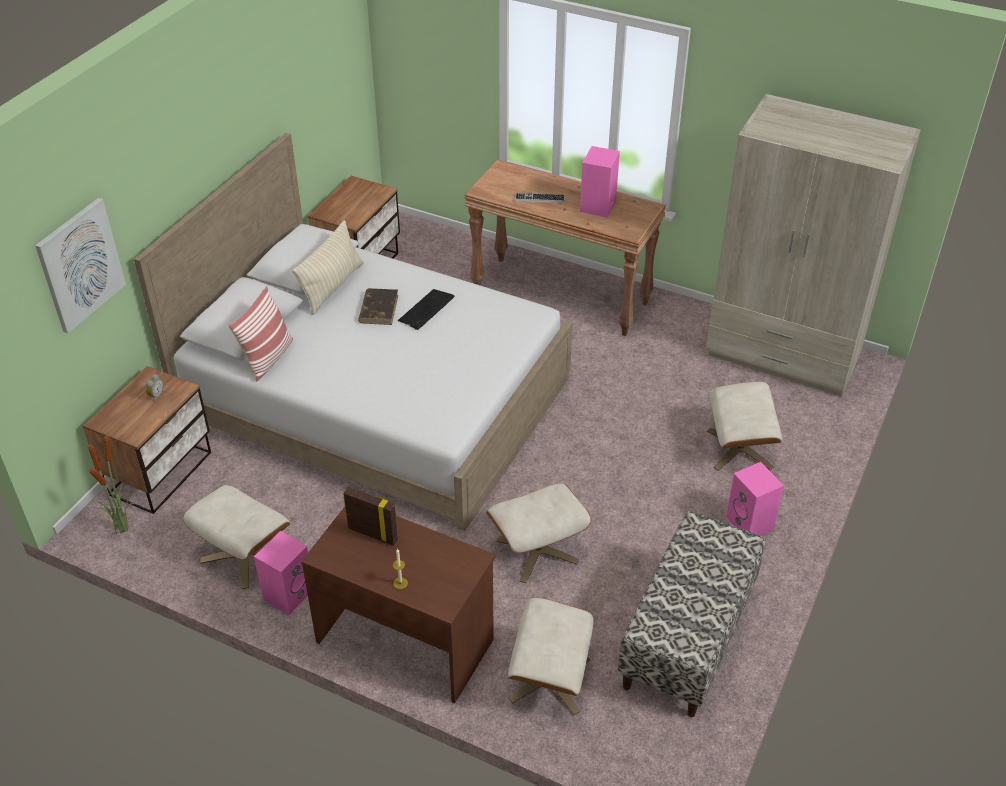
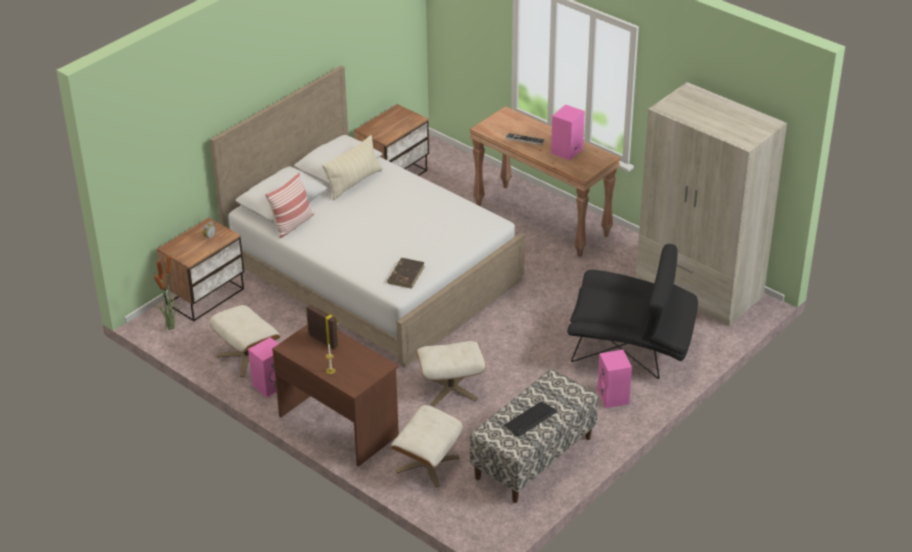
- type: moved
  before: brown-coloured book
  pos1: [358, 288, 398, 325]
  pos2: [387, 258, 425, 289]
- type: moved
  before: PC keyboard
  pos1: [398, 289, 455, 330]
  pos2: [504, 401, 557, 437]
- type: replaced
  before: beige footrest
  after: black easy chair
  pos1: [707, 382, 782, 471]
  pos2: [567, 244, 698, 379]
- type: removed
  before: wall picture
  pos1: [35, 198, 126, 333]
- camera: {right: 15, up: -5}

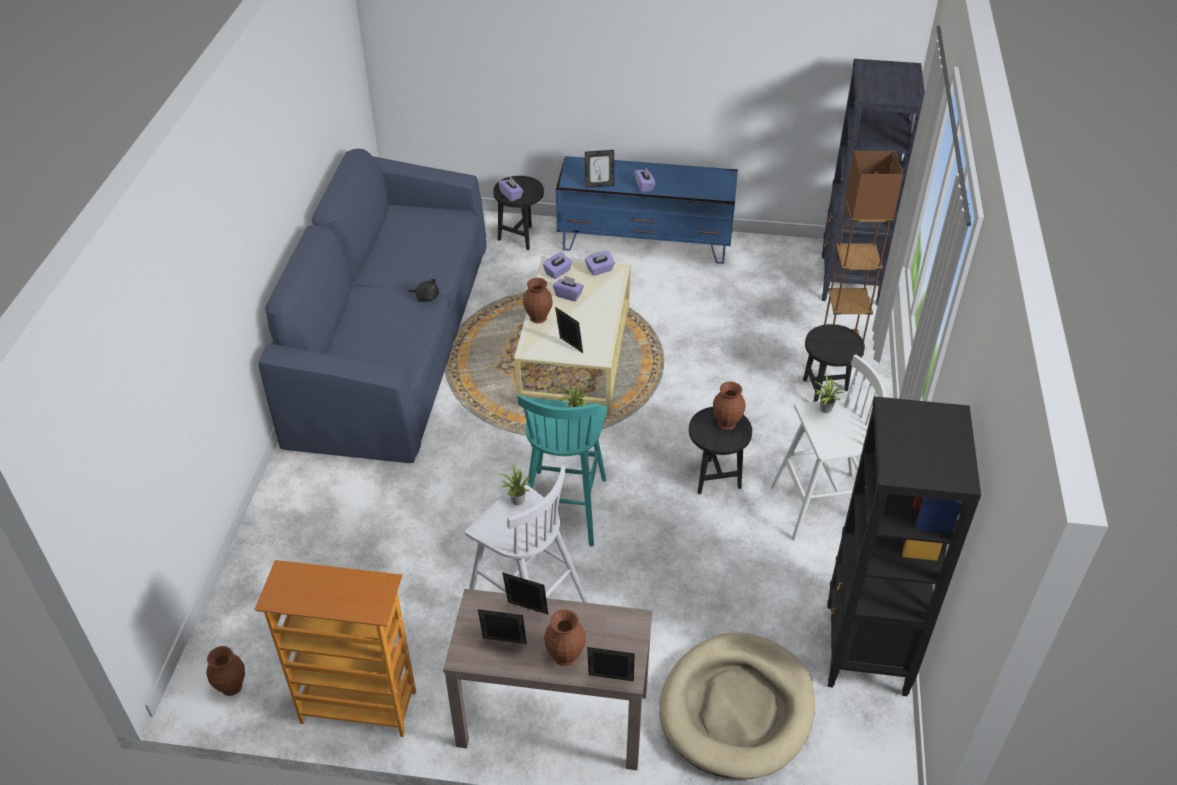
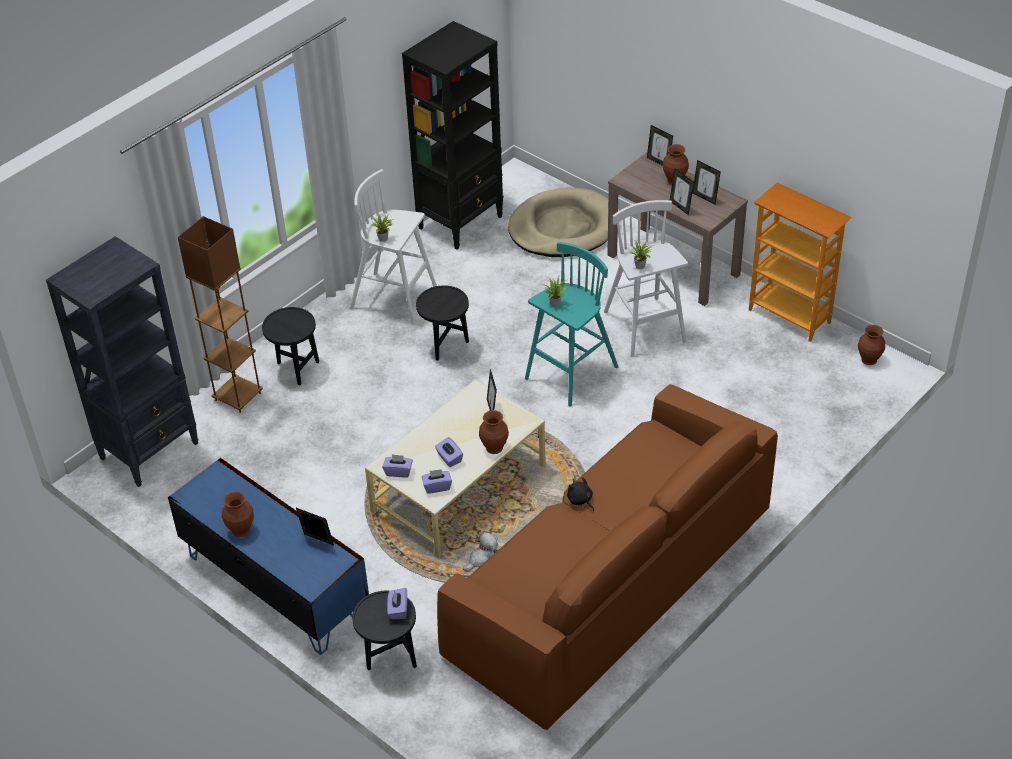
- type: moved
  before: brown-coloured flower vase
  pos1: [713, 381, 746, 430]
  pos2: [222, 491, 254, 537]
- type: recoloured
  before: blue-coloured couch
  after: brown-coloured couch
  pos1: [259, 149, 487, 463]
  pos2: [437, 384, 778, 730]
- type: added
  after: cuddly toy
  pos2: [463, 531, 498, 572]
- type: removed
  before: purplish tissue box
  pos1: [634, 168, 655, 192]
- camera: {right: -145, up: 0}

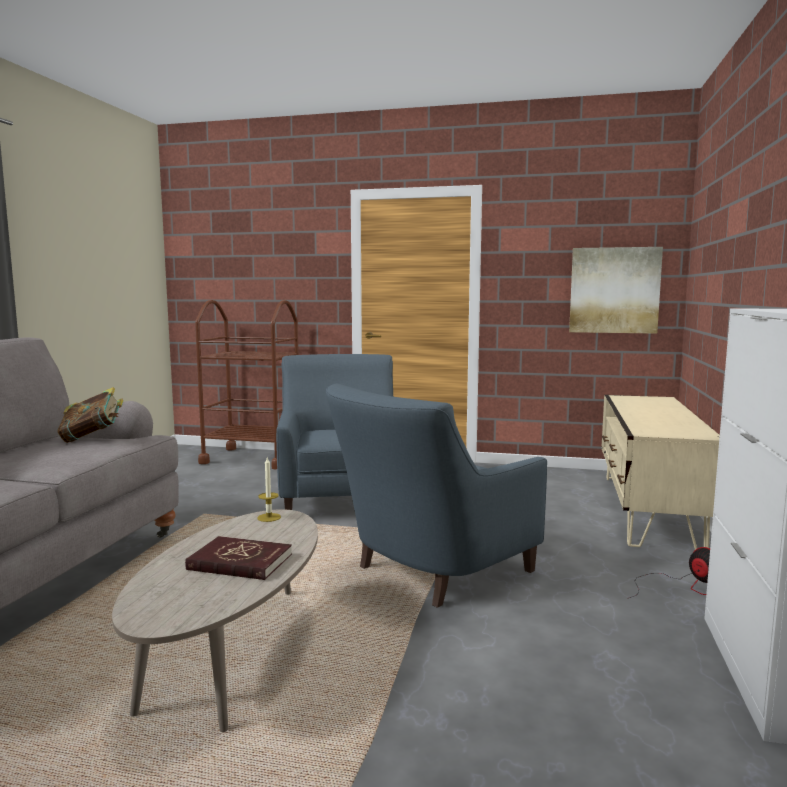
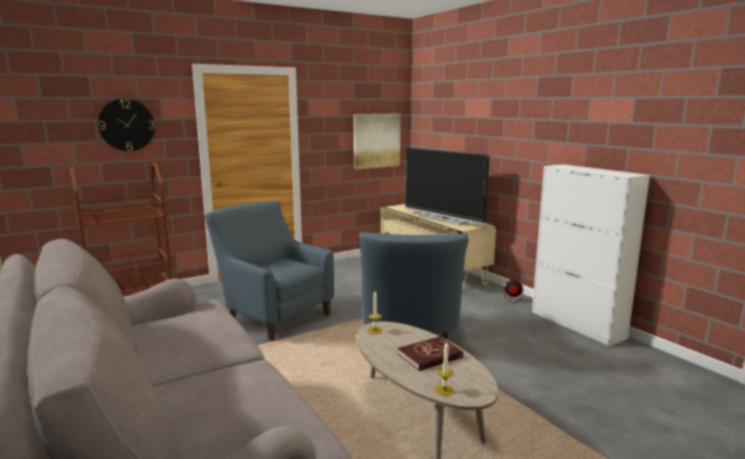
- type: added
  after: wall clock
  pos2: [98, 99, 155, 151]
- type: added
  after: TV set
  pos2: [405, 148, 490, 225]
- type: added
  after: wax light
  pos2: [435, 341, 455, 396]
- type: removed
  before: book
  pos1: [57, 387, 124, 443]
- camera: {right: -45, up: 5}

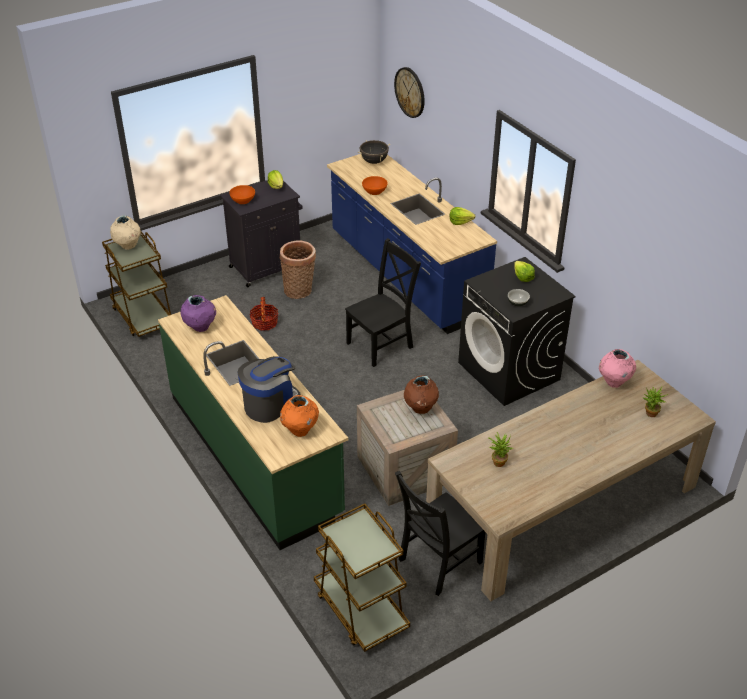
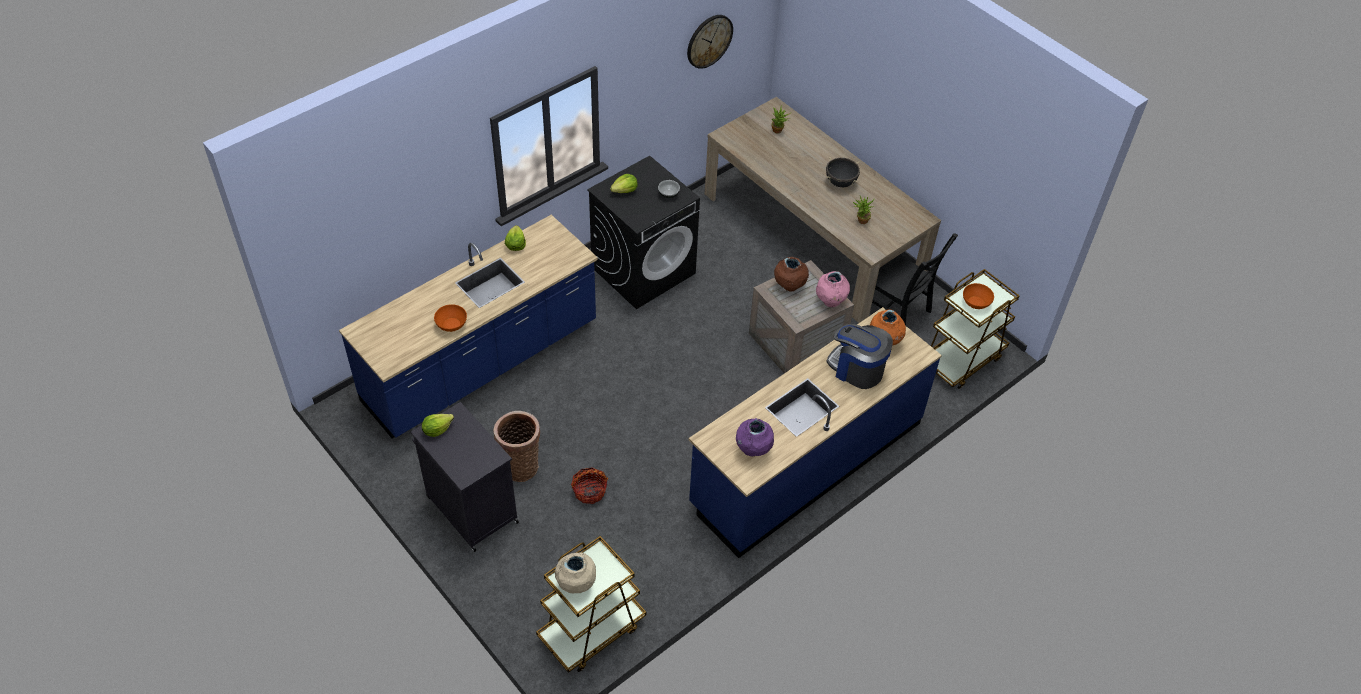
- type: moved
  before: wall clock
  pos1: [394, 67, 425, 118]
  pos2: [687, 15, 733, 69]
- type: recoloured
  before: greenish kitchen counter
  after: blue-coloured kitchen counter
  pos1: [158, 295, 348, 550]
  pos2: [689, 307, 942, 558]
- type: moved
  before: pink-coloured flower vase
  pos1: [599, 349, 636, 388]
  pos2: [816, 271, 850, 307]
- type: moved
  before: black cooking pot
  pos1: [358, 140, 390, 164]
  pos2: [826, 158, 860, 187]
- type: moved
  before: orangey bowl
  pos1: [229, 185, 255, 204]
  pos2: [963, 283, 994, 309]
- type: removed
  before: black plain chair
  pos1: [345, 238, 421, 367]
- camera: {right: -100, up: 10}

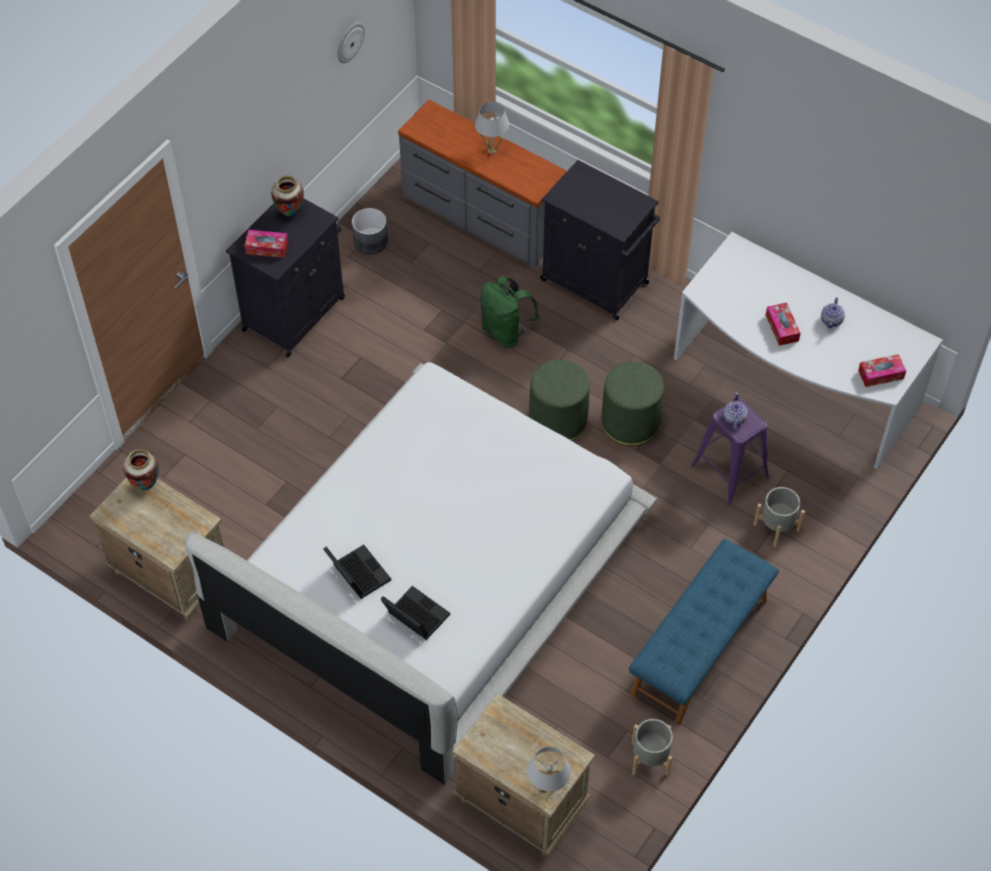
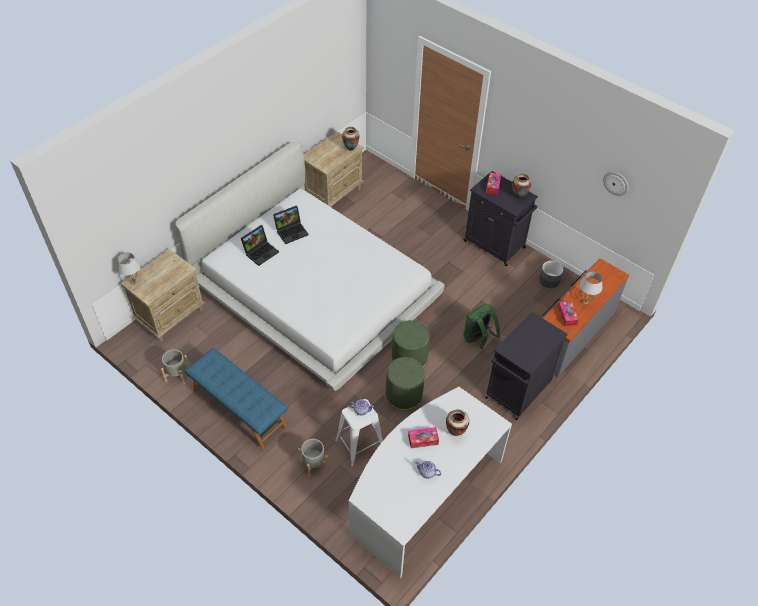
- type: recoloured
  before: purplish stool seat
  after: whitish stool seat
  pos1: [691, 398, 769, 505]
  pos2: [335, 399, 383, 466]
- type: added
  after: flower vase
  pos2: [446, 409, 469, 436]
- type: moved
  before: tissue box
  pos1: [858, 354, 906, 387]
  pos2: [558, 301, 579, 326]
- camera: {right: 95, up: -5}

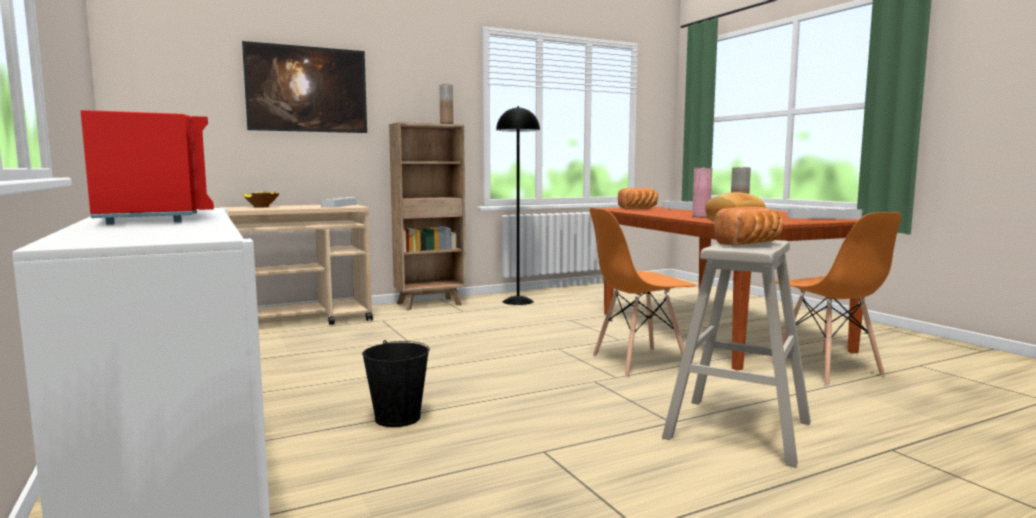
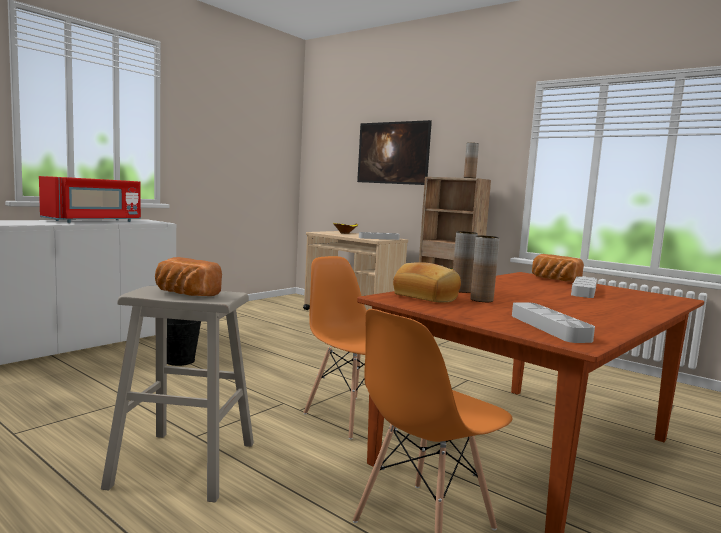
- type: recoloured
  before: pink-coloured flower vase
  after: brown-coloured flower vase
  pos1: [692, 168, 712, 217]
  pos2: [453, 231, 478, 293]
- type: removed
  before: black standard lamp
  pos1: [496, 106, 540, 305]
- camera: {right: 65, up: 0}

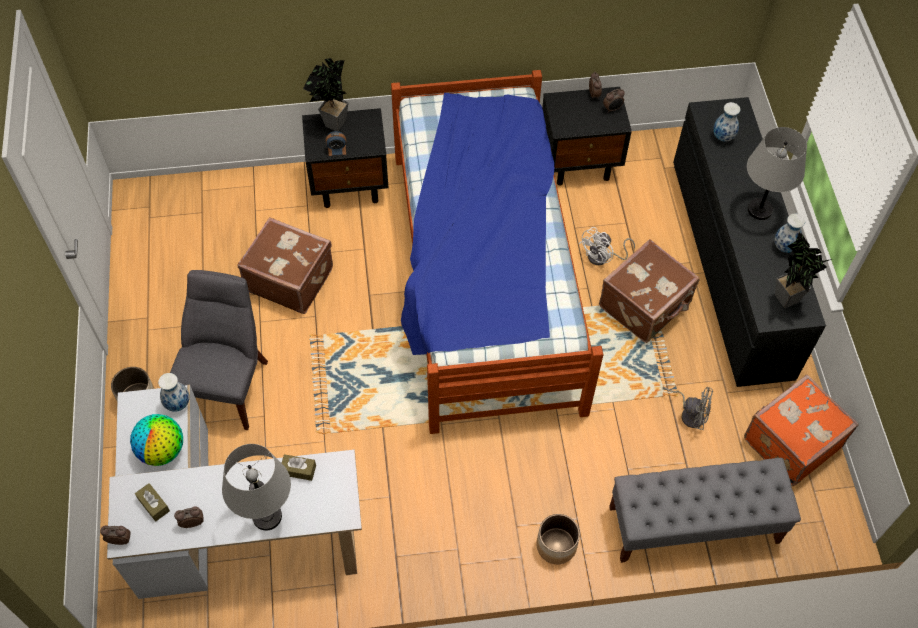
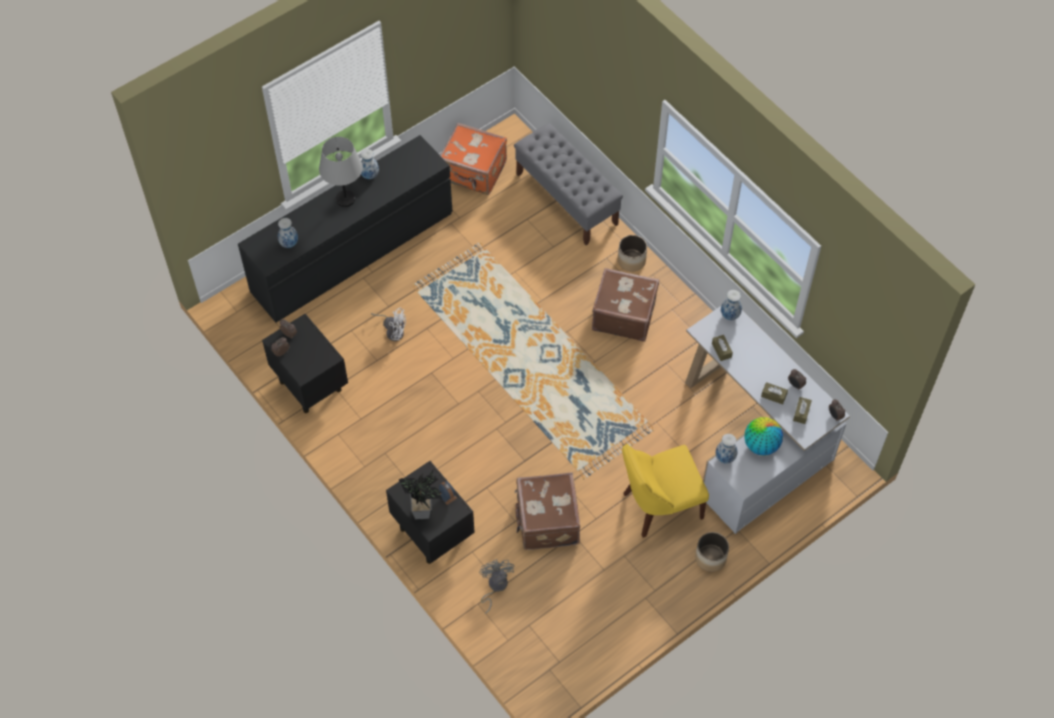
- type: moved
  before: greyish cooling fan
  pos1: [663, 387, 713, 430]
  pos2: [479, 559, 514, 614]
- type: moved
  before: brown-coloured suitcase
  pos1: [599, 239, 699, 343]
  pos2: [592, 268, 659, 341]
- type: recoloured
  before: greyish plain chair
  after: yellow plain chair
  pos1: [170, 270, 268, 430]
  pos2: [622, 444, 709, 538]
- type: added
  after: flower vase
  pos2: [721, 290, 742, 320]
- type: added
  after: brown-coloured tissue box
  pos2: [761, 382, 788, 404]
- type: removed
  before: greyish lamp for a table
  pos1: [222, 444, 291, 531]
- type: removed
  before: sleeping bed
  pos1: [391, 70, 603, 434]
- type: removed
  before: plant in a pot
  pos1: [775, 232, 832, 308]
- camera: {right: -120, up: 0}

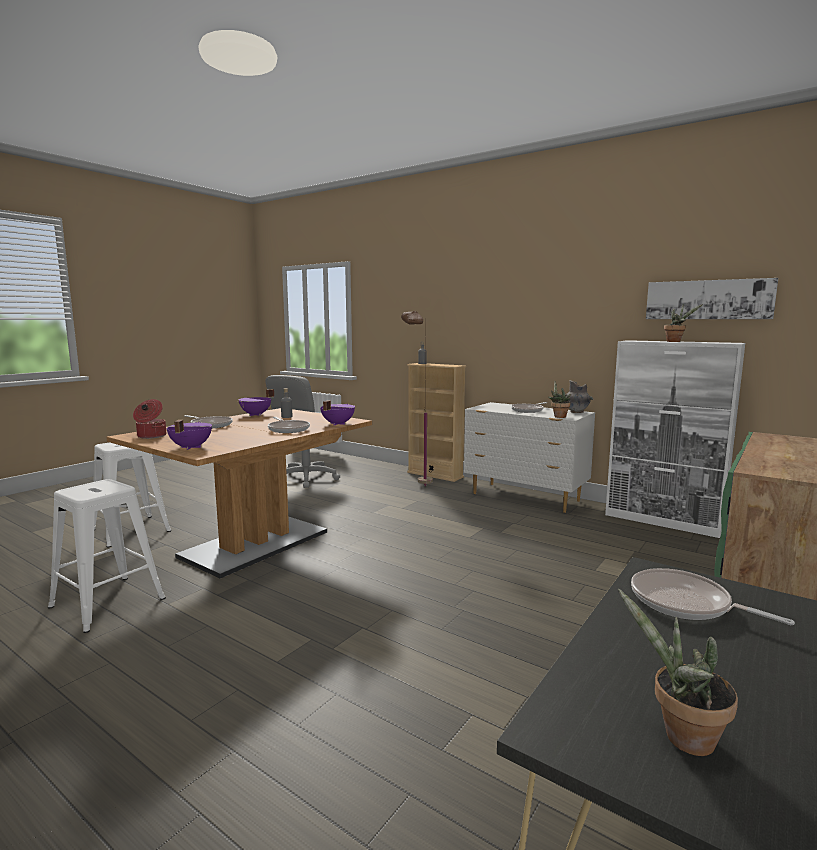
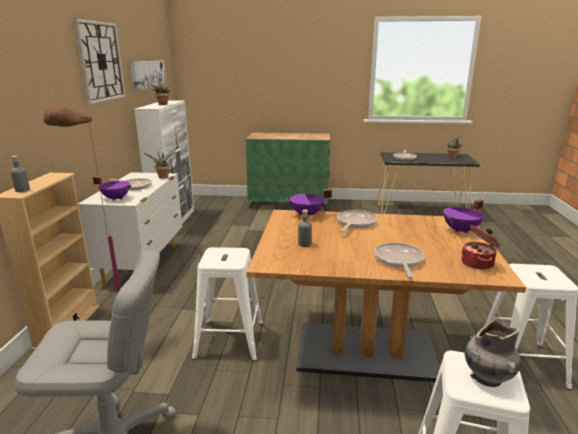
- type: added
  after: wall clock
  pos2: [73, 19, 126, 104]
- type: moved
  before: purplish cooking pot
  pos1: [238, 389, 274, 416]
  pos2: [93, 177, 132, 201]
- type: added
  after: whitish stool seat
  pos2: [192, 247, 263, 361]
- type: moved
  before: greyish flower vase
  pos1: [565, 380, 593, 413]
  pos2: [464, 319, 521, 387]
- camera: {right: -120, up: 10}

